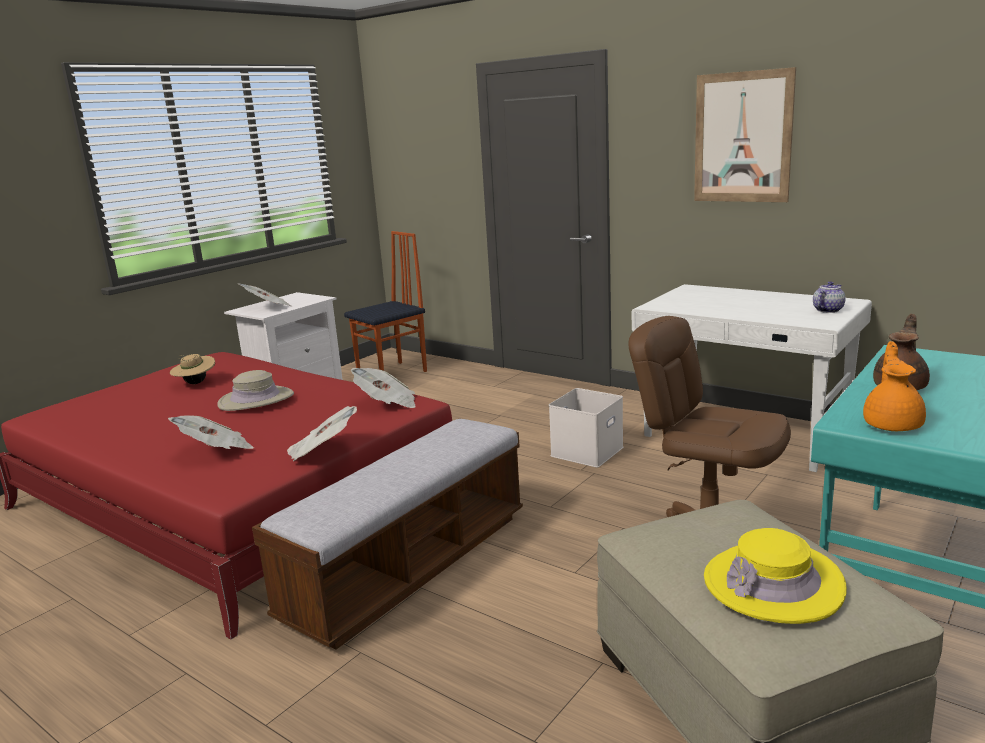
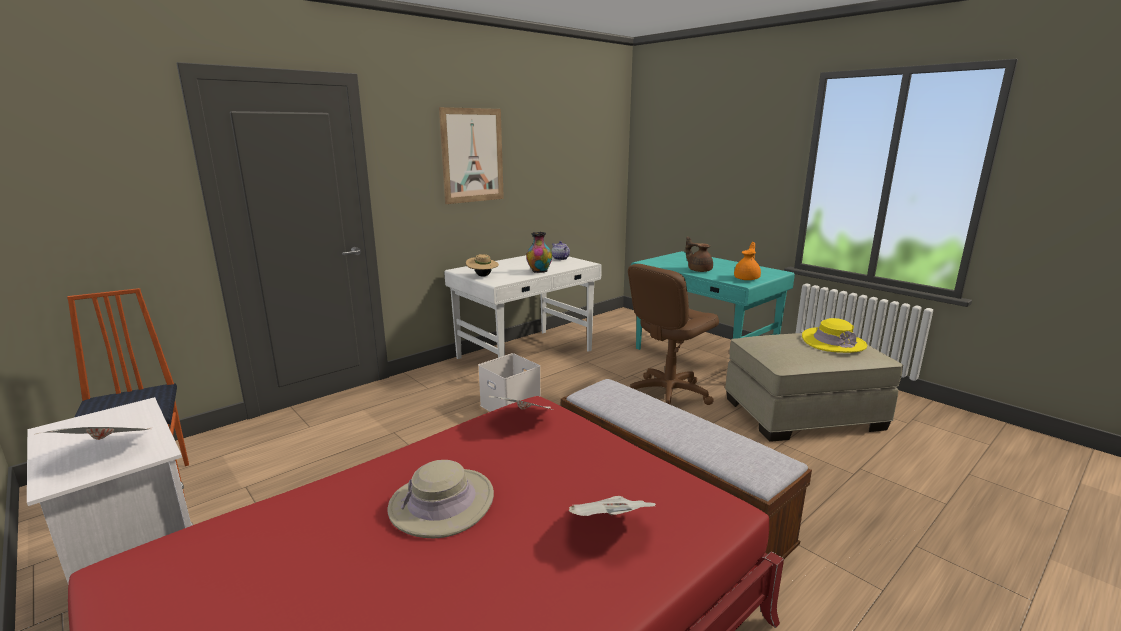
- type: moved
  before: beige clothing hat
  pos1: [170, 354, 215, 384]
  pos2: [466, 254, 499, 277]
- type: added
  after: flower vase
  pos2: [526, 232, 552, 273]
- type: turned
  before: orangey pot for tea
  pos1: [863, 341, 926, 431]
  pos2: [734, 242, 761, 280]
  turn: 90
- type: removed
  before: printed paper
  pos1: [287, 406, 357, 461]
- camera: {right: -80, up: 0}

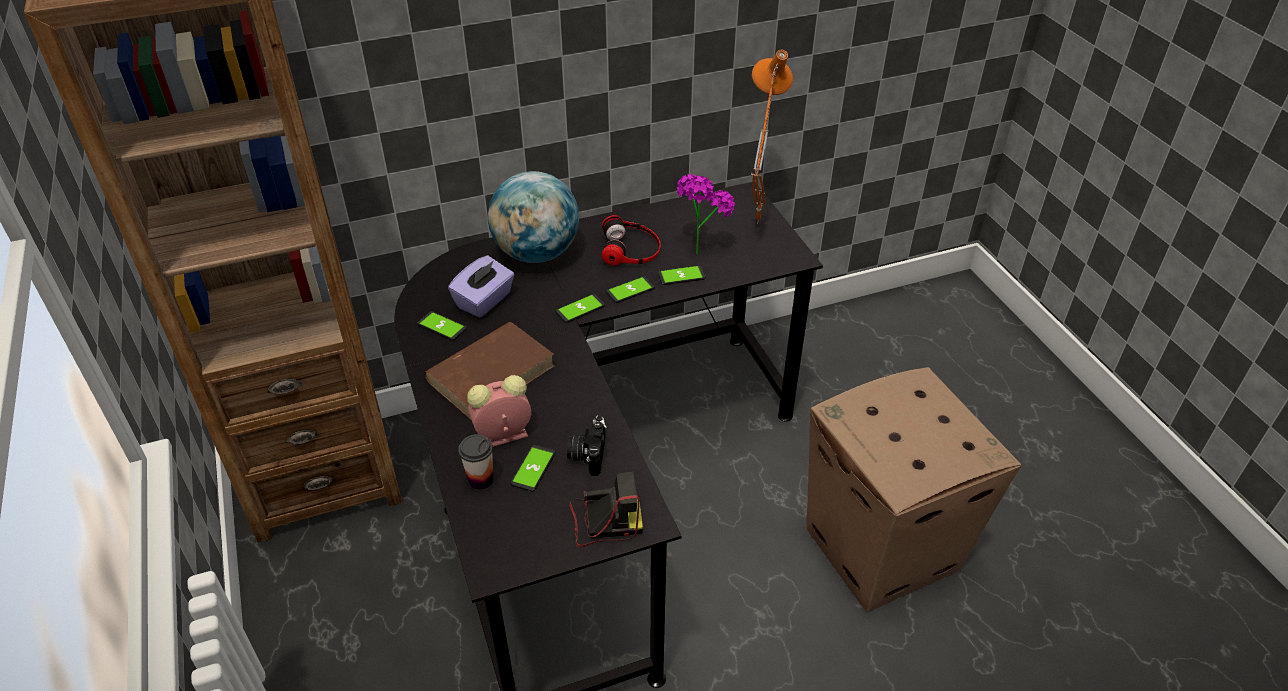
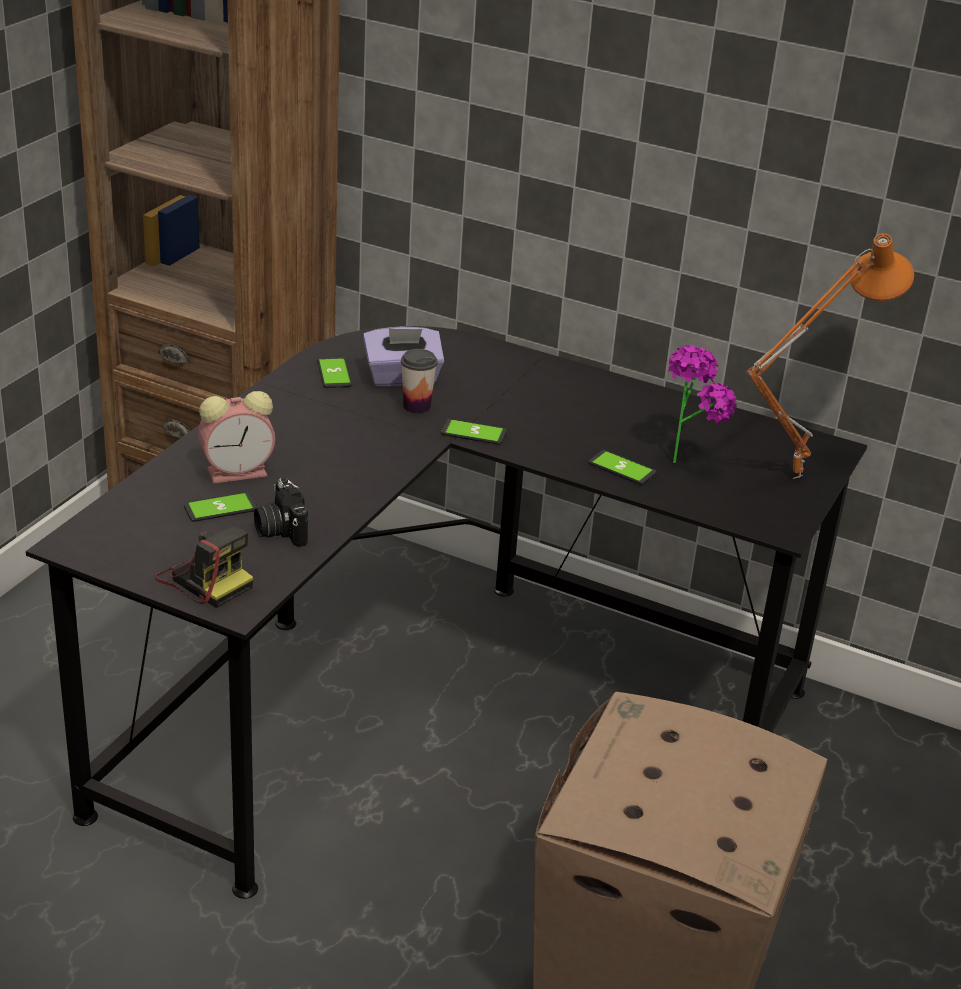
- type: turned
  before: bedside clock
  pos1: [467, 375, 532, 447]
  pos2: [198, 391, 275, 484]
  turn: 135
- type: turned
  before: still camera
  pos1: [567, 415, 607, 476]
  pos2: [254, 477, 308, 547]
  turn: -75
- type: moved
  before: small cup
  pos1: [458, 434, 493, 490]
  pos2: [401, 349, 437, 414]
- type: removed
  before: brown-coloured book
  pos1: [424, 322, 555, 419]
- type: removed
  before: globe
  pos1: [488, 171, 579, 263]
- type: removed
  before: headphones
  pos1: [602, 215, 661, 266]
- type: removed
  before: telephone
  pos1: [606, 276, 655, 303]
- camera: {right: 45, up: -10}

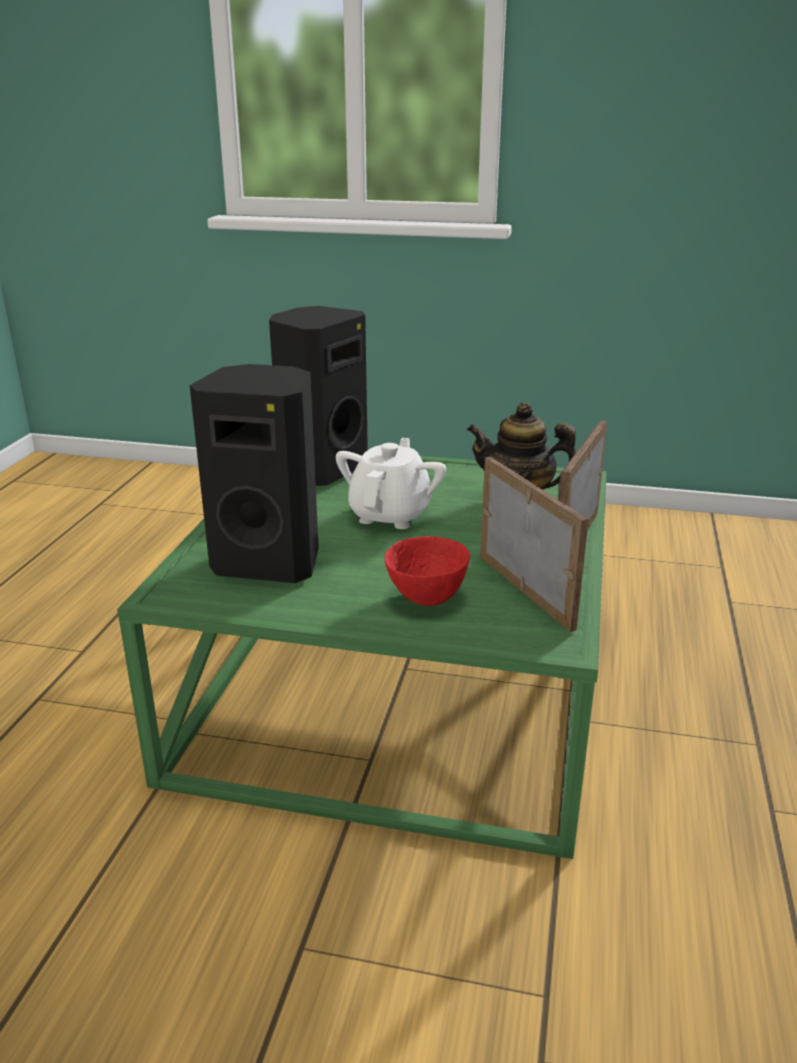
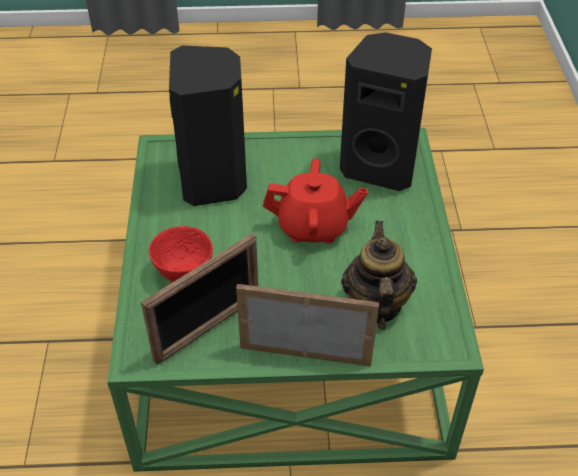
- type: recoloured
  before: whitish pot for tea
  after: red-coloured pot for tea
  pos1: [336, 438, 446, 529]
  pos2: [263, 158, 368, 244]
- camera: {right: 75, up: 20}

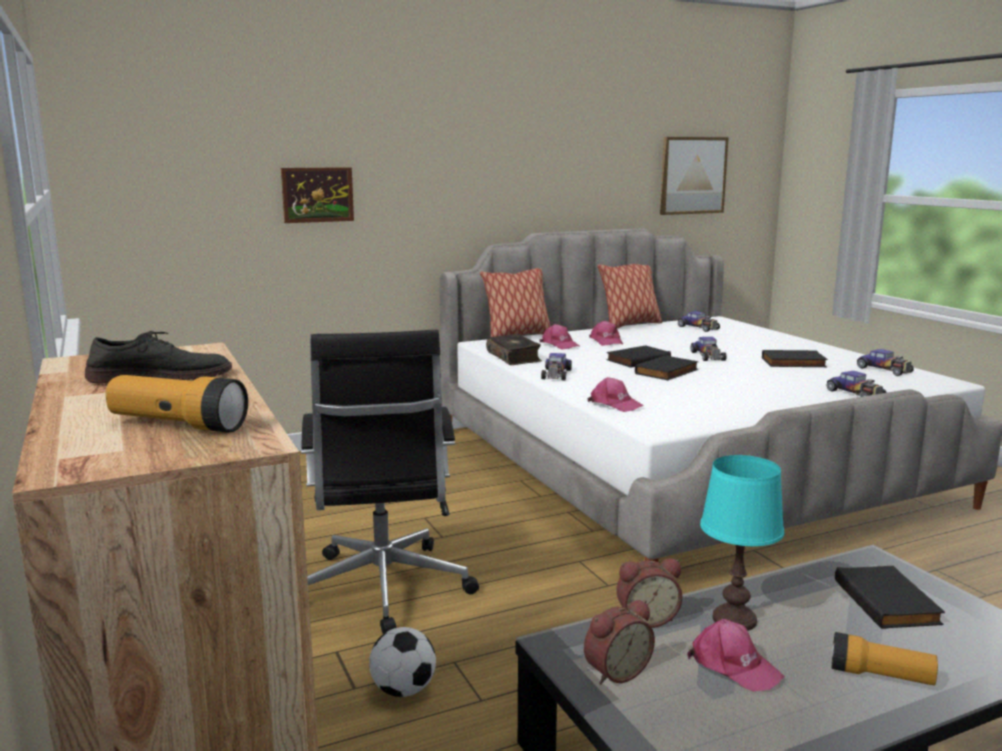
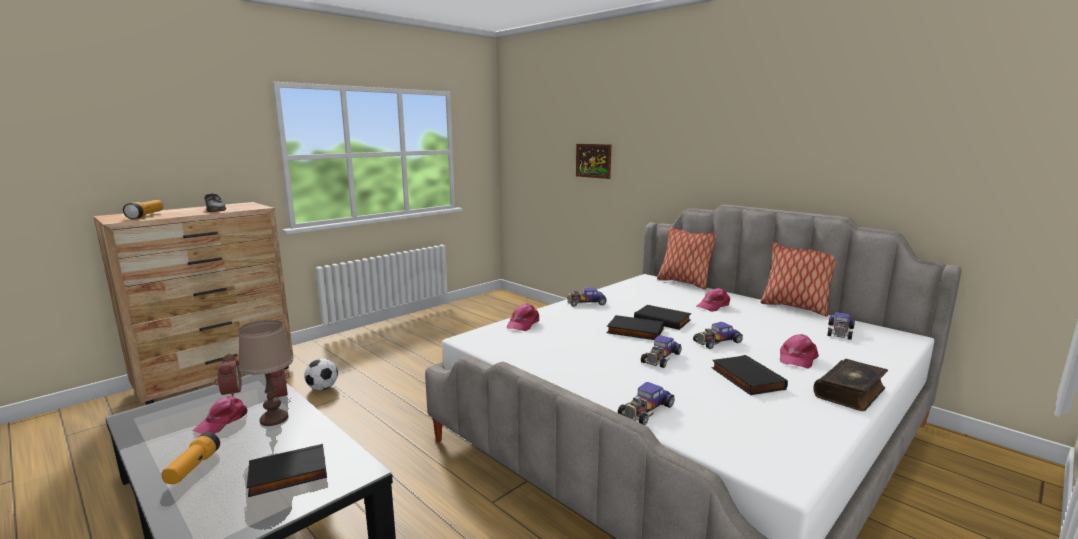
- type: turned
  before: bedside clock
  pos1: [584, 600, 655, 685]
  pos2: [214, 353, 241, 396]
  turn: -150
- type: recoloured
  before: turquoise lamp for a table
  after: brown-coloured lamp for a table
  pos1: [700, 455, 784, 631]
  pos2: [239, 320, 293, 426]
- type: moved
  before: toy car
  pos1: [857, 349, 914, 376]
  pos2: [641, 335, 682, 368]
- type: moved
  before: pink-coloured cap
  pos1: [540, 324, 579, 350]
  pos2: [780, 334, 819, 369]
- type: moved
  before: book
  pos1: [486, 334, 542, 365]
  pos2: [813, 359, 888, 411]
- type: removed
  before: black office chair
  pos1: [301, 330, 479, 634]
- type: removed
  before: wall picture
  pos1: [660, 137, 729, 215]
- camera: {right: 70, up: 0}

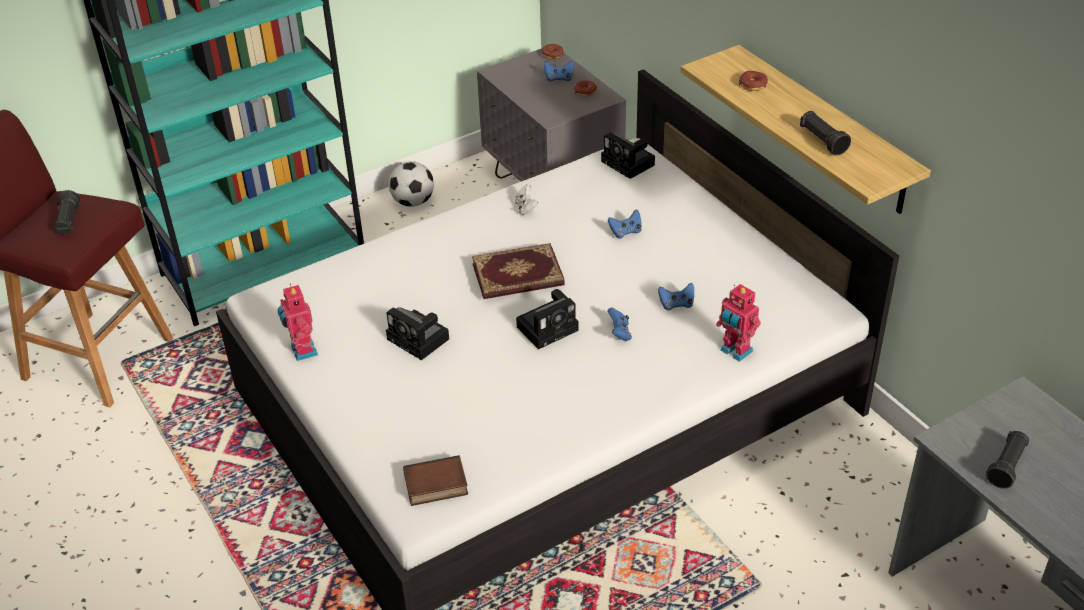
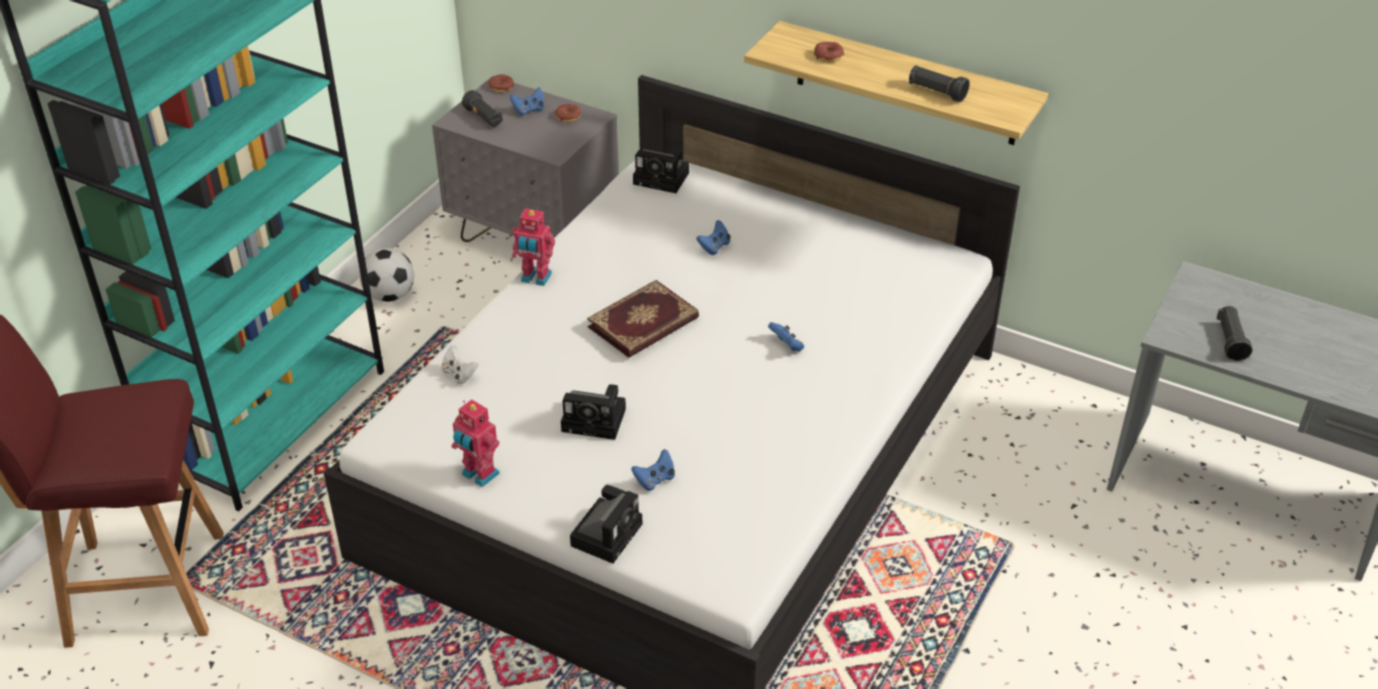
- type: moved
  before: whitish gamepad
  pos1: [515, 184, 538, 215]
  pos2: [441, 345, 478, 384]
- type: moved
  before: black flashlight
  pos1: [54, 190, 80, 234]
  pos2: [462, 90, 503, 127]
- type: moved
  before: toy robot
  pos1: [716, 284, 761, 362]
  pos2: [512, 208, 555, 286]
- type: moved
  before: still camera
  pos1: [516, 289, 579, 349]
  pos2: [570, 485, 642, 563]
- type: moved
  before: blue-coloured gamepad
  pos1: [658, 282, 694, 311]
  pos2: [631, 449, 675, 491]
- type: removed
  before: book
  pos1: [403, 455, 468, 506]
- camera: {right: -30, up: 0}

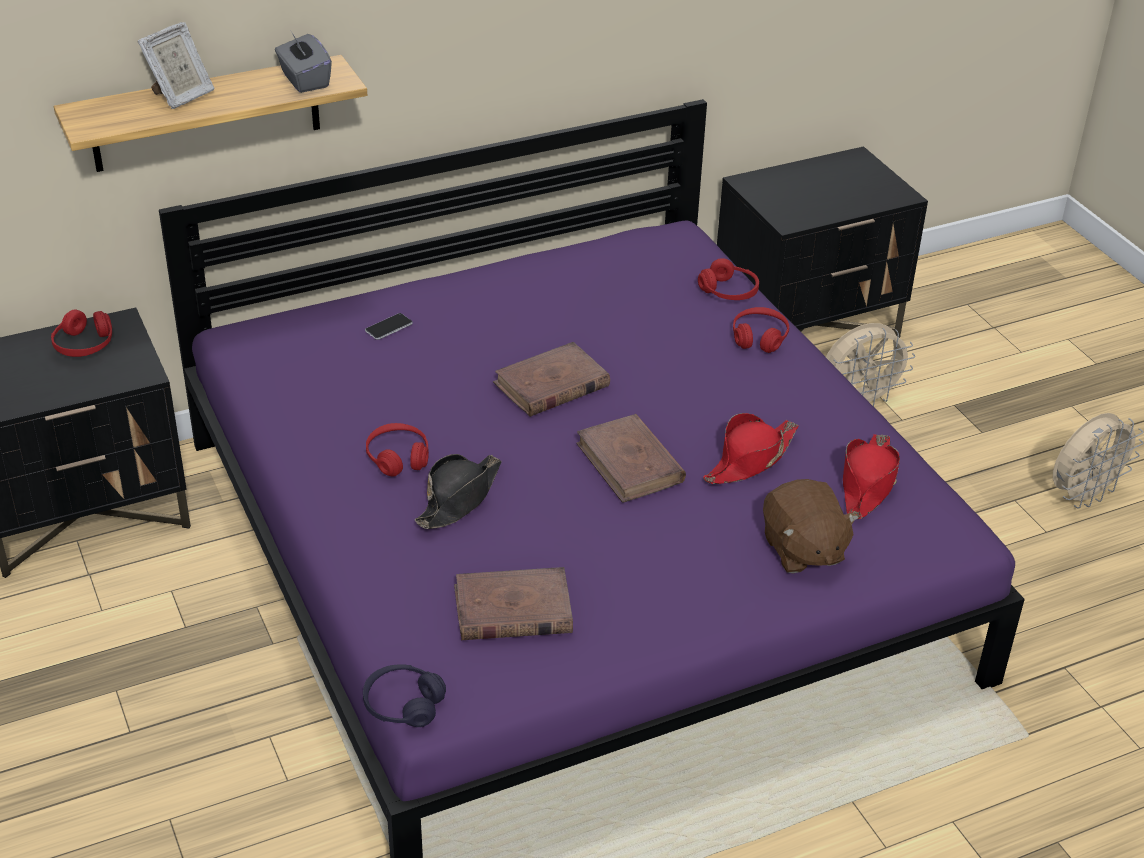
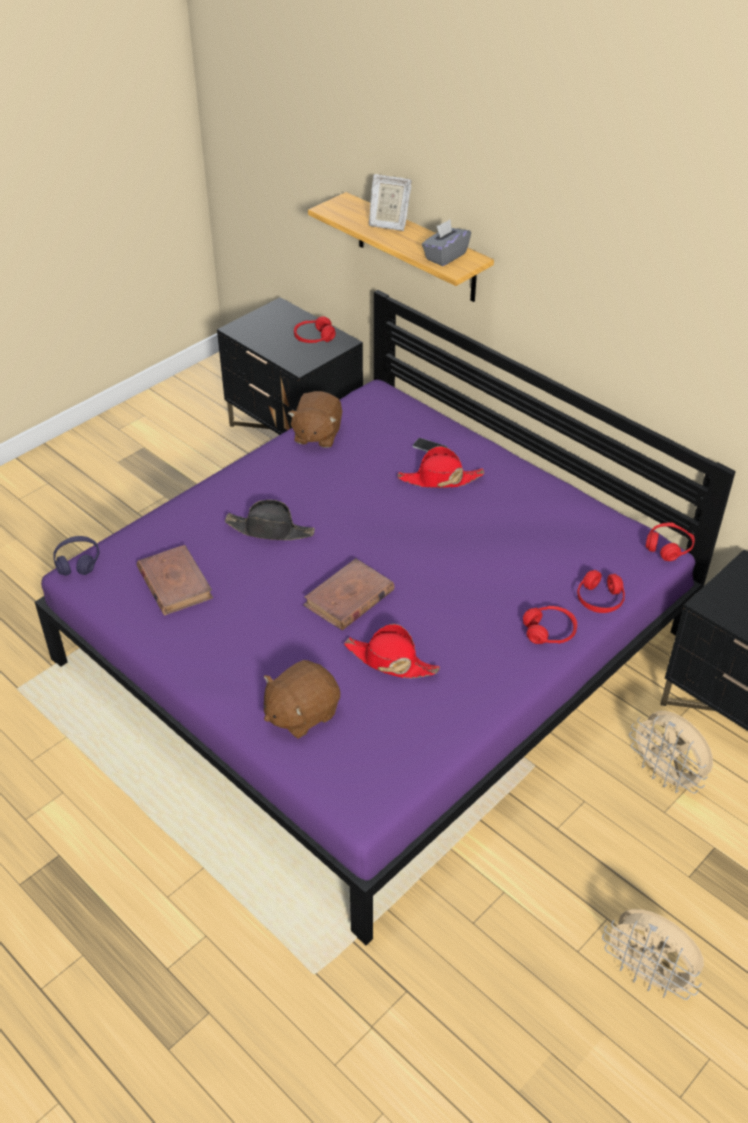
- type: added
  after: brown-coloured cuddly toy
  pos2: [288, 391, 342, 448]
- type: moved
  before: red-coloured clothing hat
  pos1: [843, 434, 900, 519]
  pos2: [398, 446, 484, 488]
- type: moved
  before: red-coloured headphones
  pos1: [366, 423, 429, 477]
  pos2: [645, 522, 695, 561]
- type: removed
  before: brown-coloured book
  pos1: [493, 342, 610, 417]
- camera: {right: 70, up: 5}

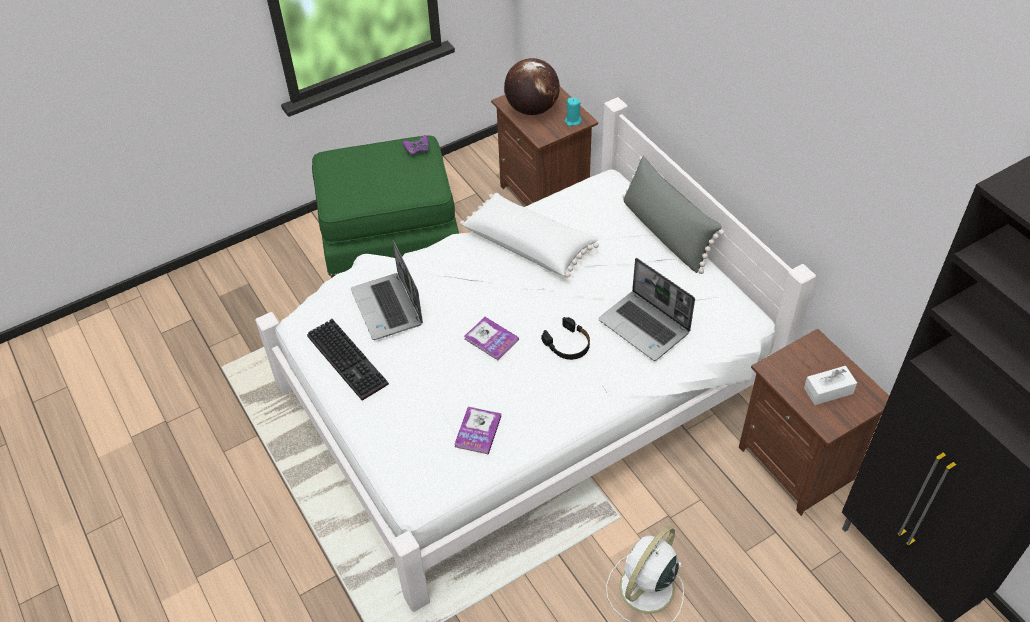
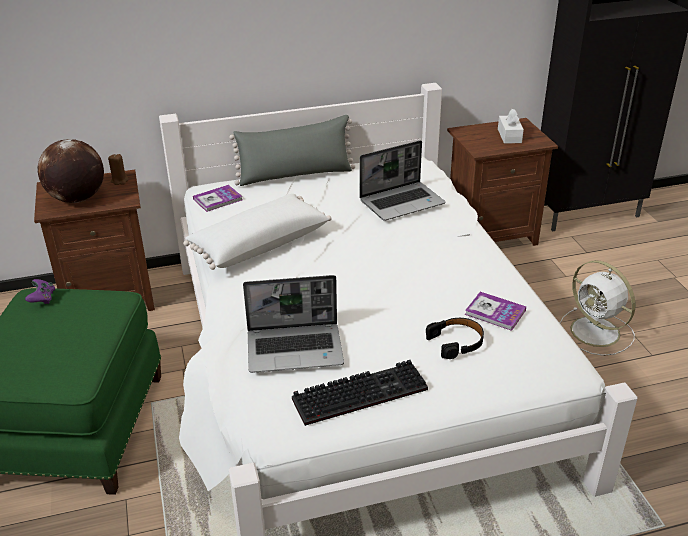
- type: recoloured
  before: turquoise wax light
  after: brown-coloured wax light
  pos1: [565, 97, 582, 126]
  pos2: [108, 154, 129, 185]
- type: moved
  before: book
  pos1: [464, 317, 519, 360]
  pos2: [193, 185, 242, 212]
- type: moved
  before: black headphones
  pos1: [541, 317, 590, 360]
  pos2: [426, 318, 484, 359]
- camera: {right: -75, up: -15}

